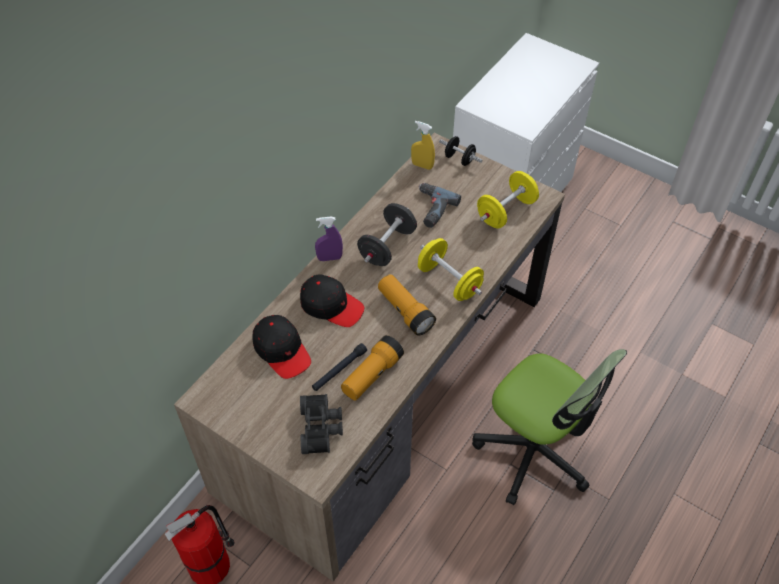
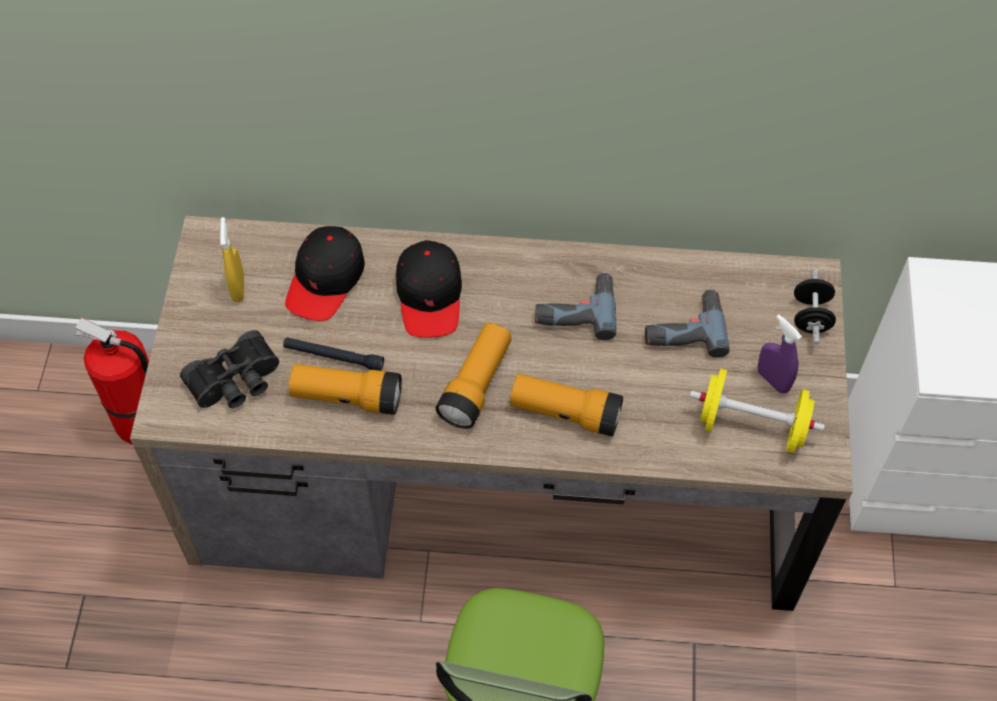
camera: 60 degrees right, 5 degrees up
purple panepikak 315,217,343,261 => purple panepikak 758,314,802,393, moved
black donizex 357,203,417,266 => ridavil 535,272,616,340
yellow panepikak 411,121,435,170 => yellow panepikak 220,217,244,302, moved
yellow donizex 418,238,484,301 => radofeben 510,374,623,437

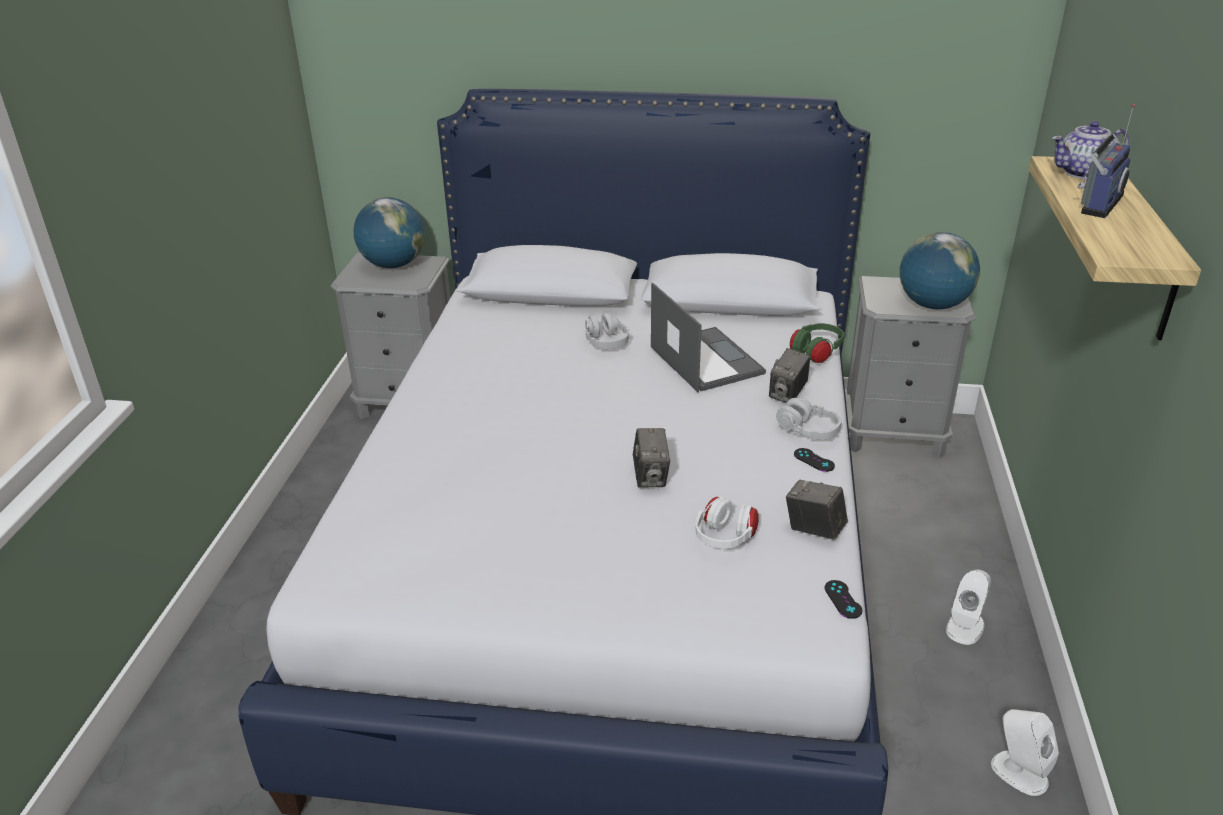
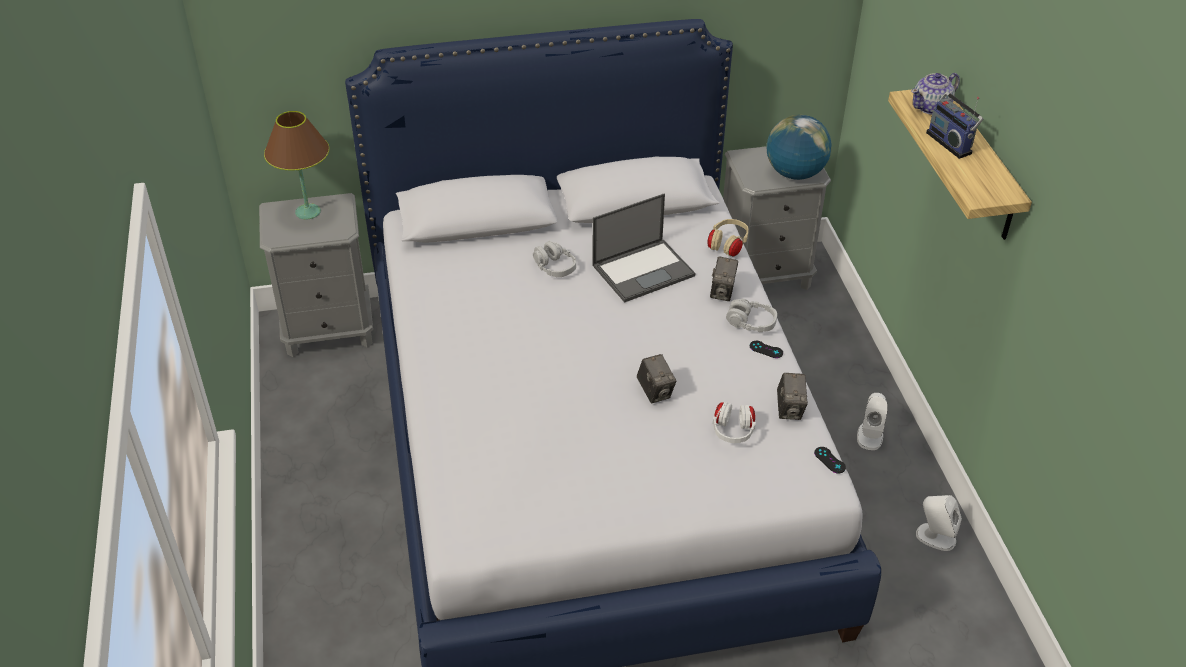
camera: 20 degrees left, 10 degrees up
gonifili 354,197,425,268 => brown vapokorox 264,111,329,220
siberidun 651,283,766,392 => siberidun 592,193,695,303, 105 degrees clockwise
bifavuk 786,480,848,540 => bifavuk 777,373,808,420, 105 degrees counterclockwise
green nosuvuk 790,323,844,363 => beige nosuvuk 707,219,749,257
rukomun 1077,104,1135,218 => rukomun 926,91,984,159, 135 degrees clockwise

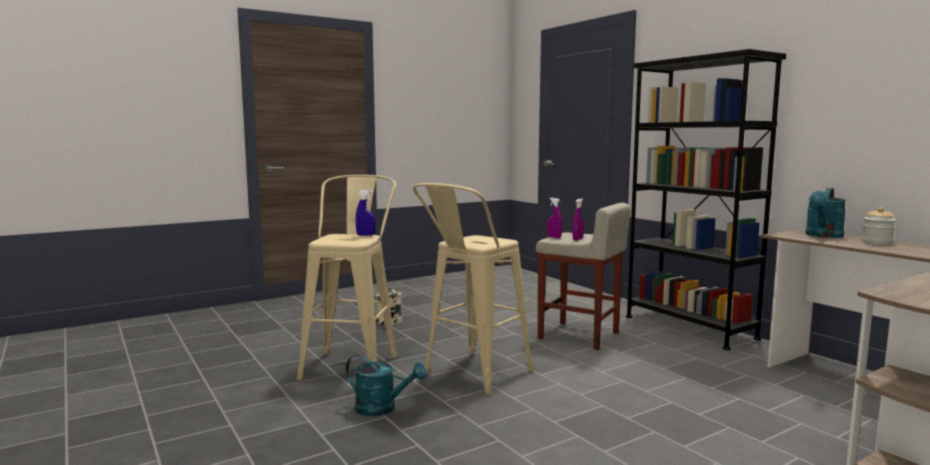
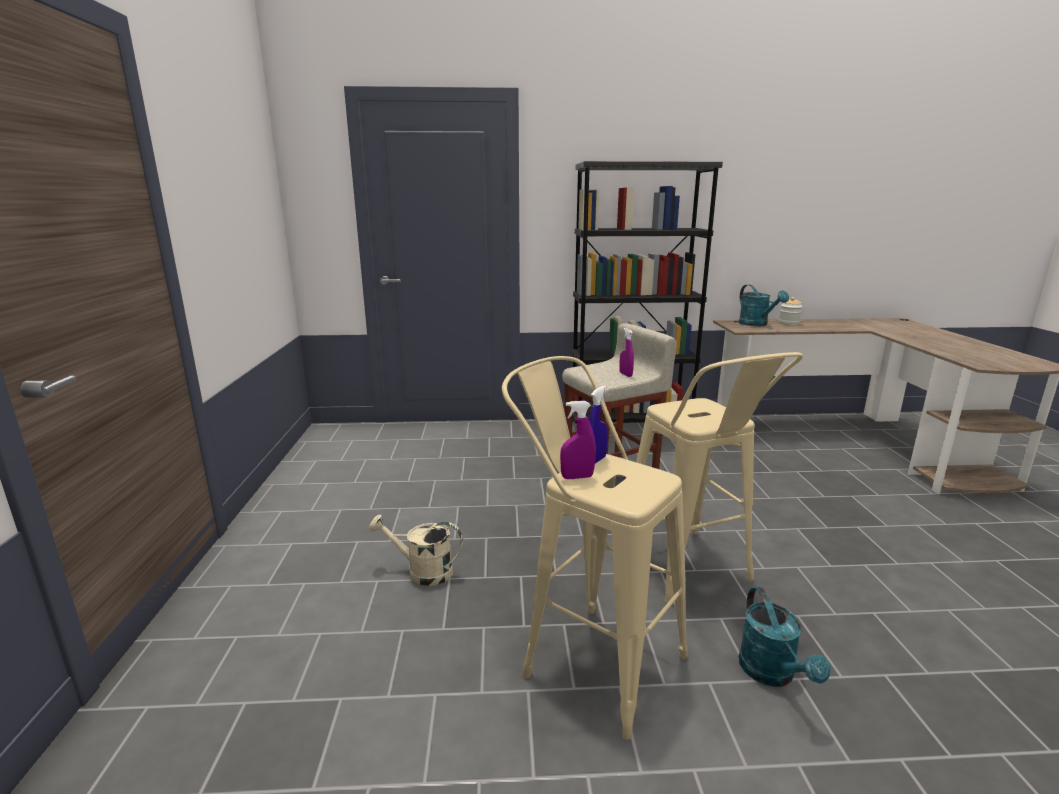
camera: 60 degrees left, 10 degrees up
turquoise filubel 346,354,427,416 => turquoise filubel 739,587,831,687, 120 degrees clockwise
purple panepikak 547,198,562,239 => purple panepikak 560,401,596,479, moved

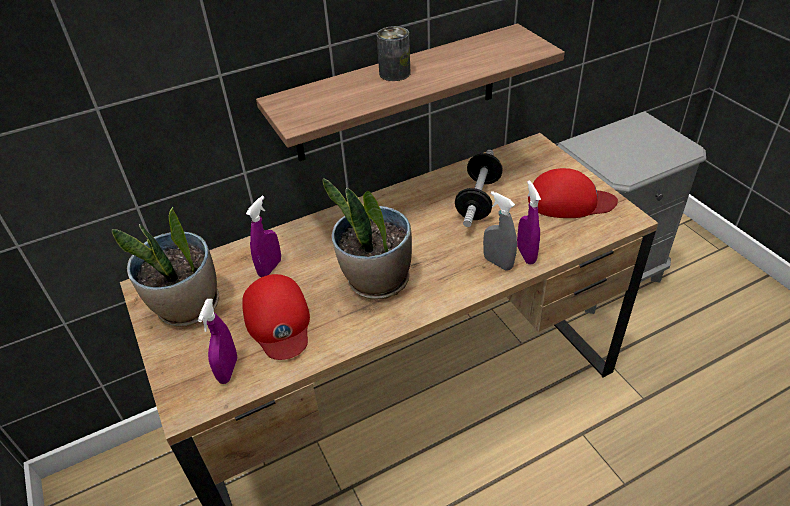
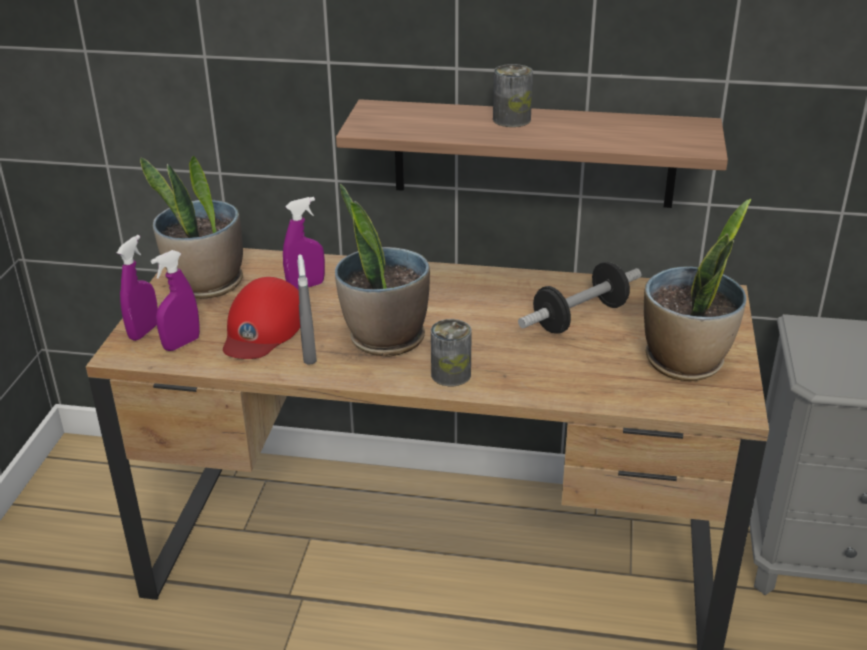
camera: 35 degrees right, 10 degrees down
grey panepikak 483,191,517,271 => grey panepikak 297,254,317,365, moved
purple panepikak 517,181,541,265 => purple panepikak 117,235,158,341, moved
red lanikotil 528,168,618,218 => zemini 644,199,751,381
nothing => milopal 431,319,472,386

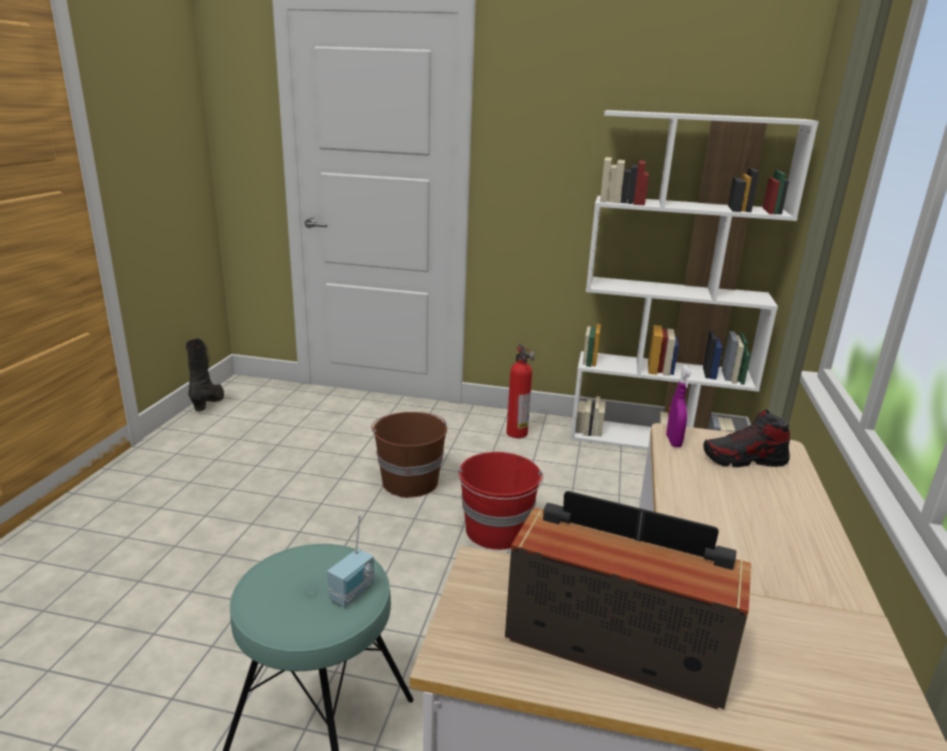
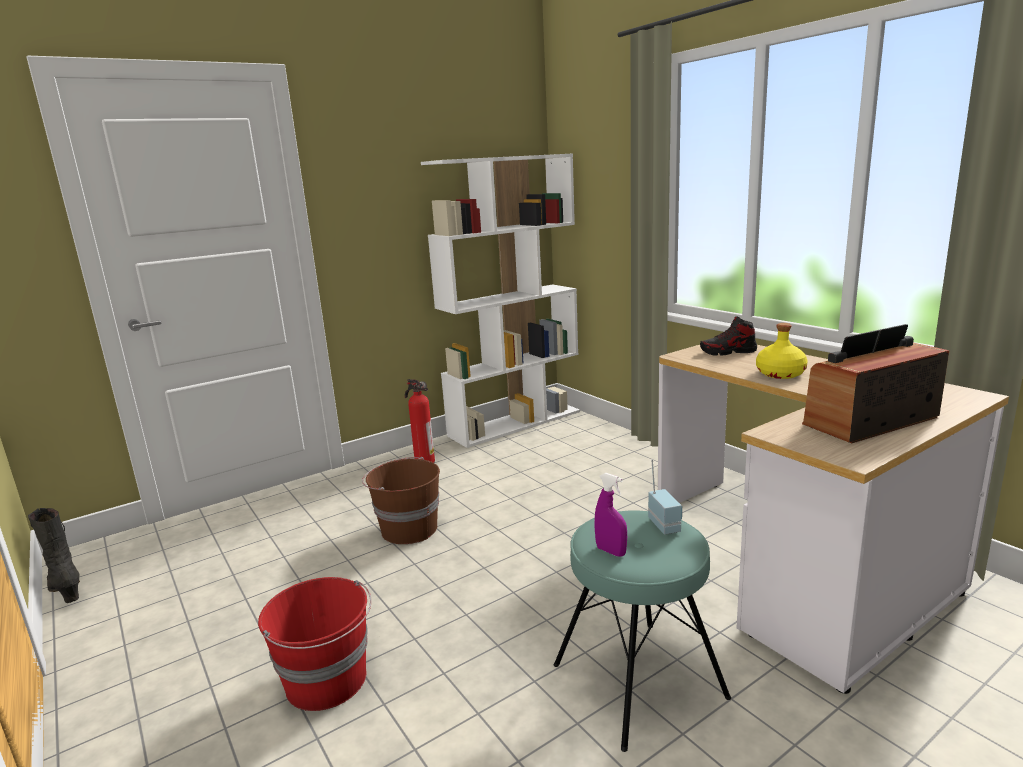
camera: 45 degrees left, 5 degrees down
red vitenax 458,452,543,550 => red vitenax 258,577,372,711, moved
purple panepikak 666,365,691,447 => purple panepikak 594,473,627,557, moved
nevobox 703,410,790,467 => nevobox 700,316,757,356, 45 degrees clockwise
nothing => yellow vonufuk 756,323,808,379

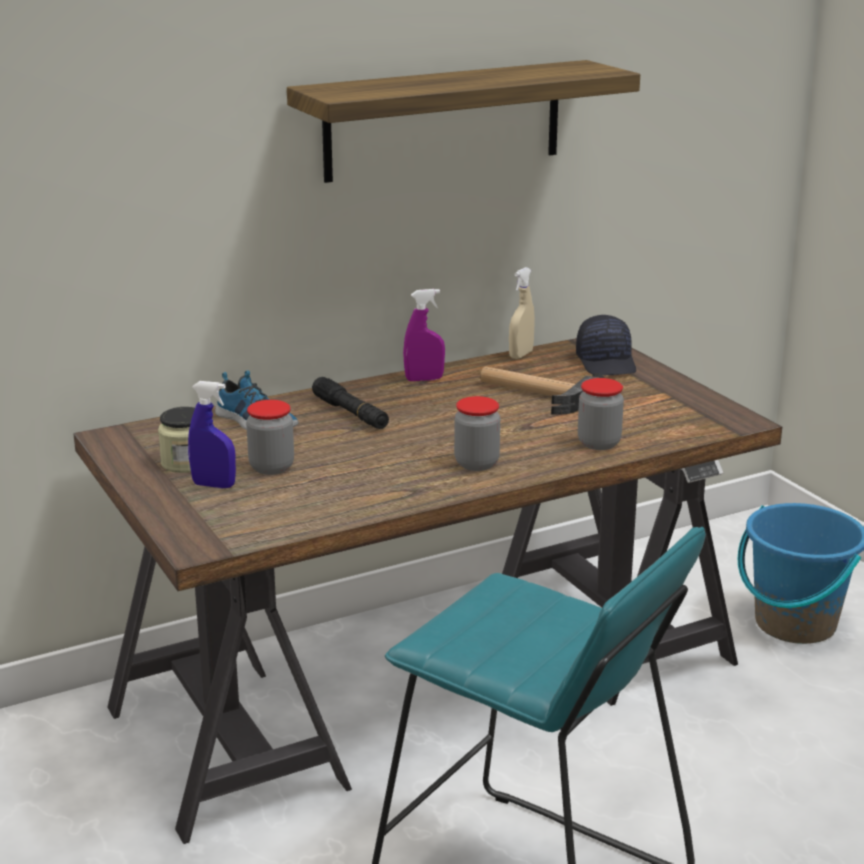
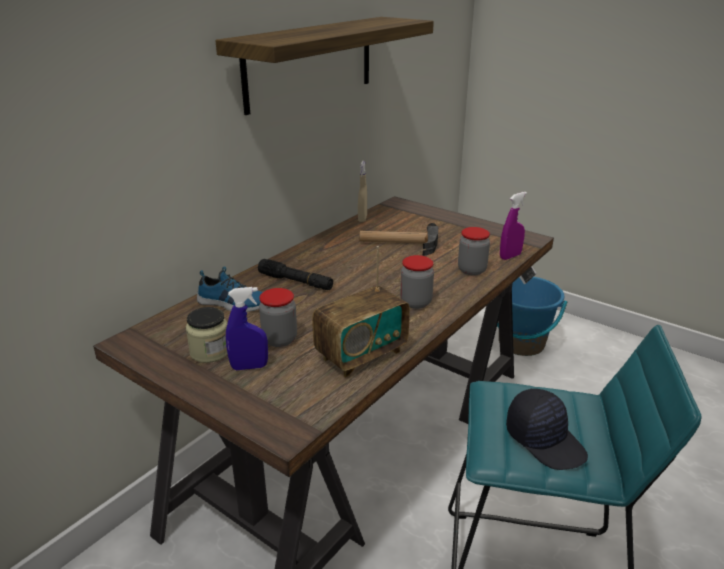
camera: 25 degrees left, 5 degrees up
purple panepikak 403,289,445,381 => purple panepikak 500,192,527,260, moved
black lanikotil 576,315,636,375 => black lanikotil 506,389,588,470, moved
nothing => rukomun 312,246,410,378

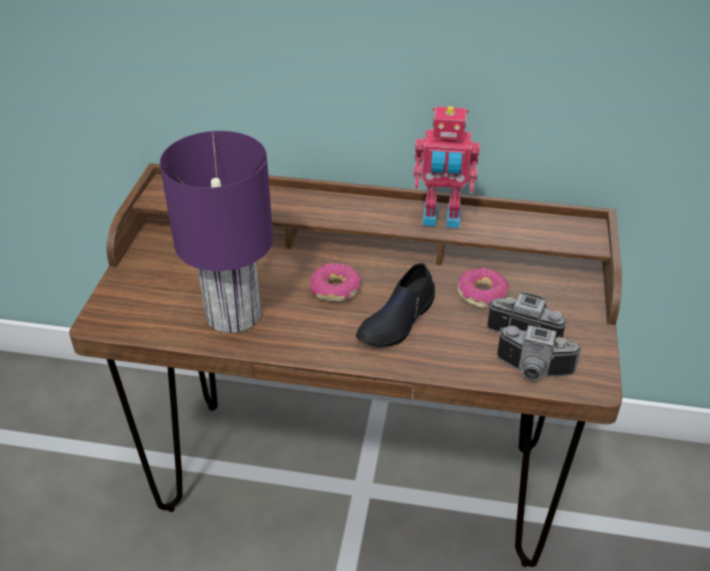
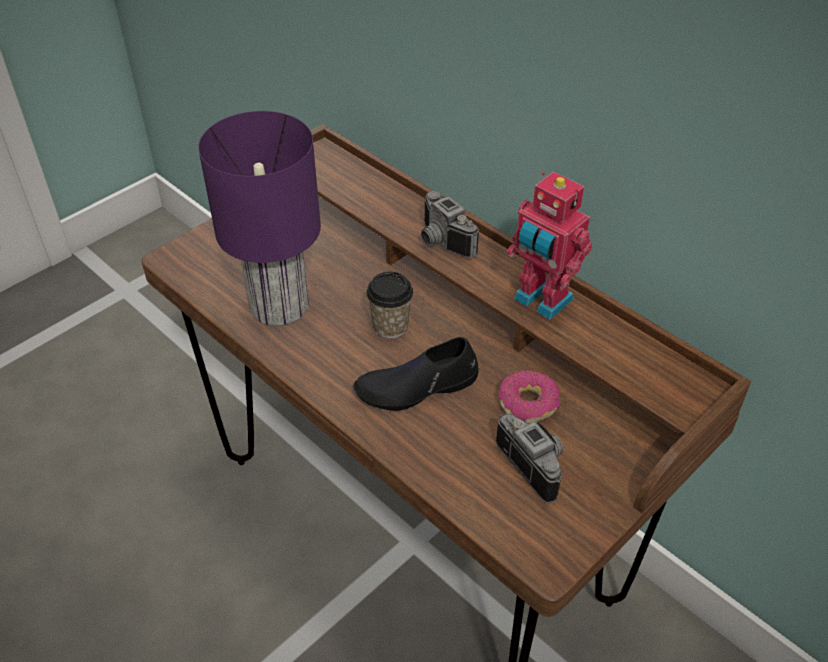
camera: 35 degrees right, 5 degrees up
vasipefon 310,263,361,302 => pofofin 366,272,413,338
bifavuk 497,325,582,380 => bifavuk 421,191,479,258, moved

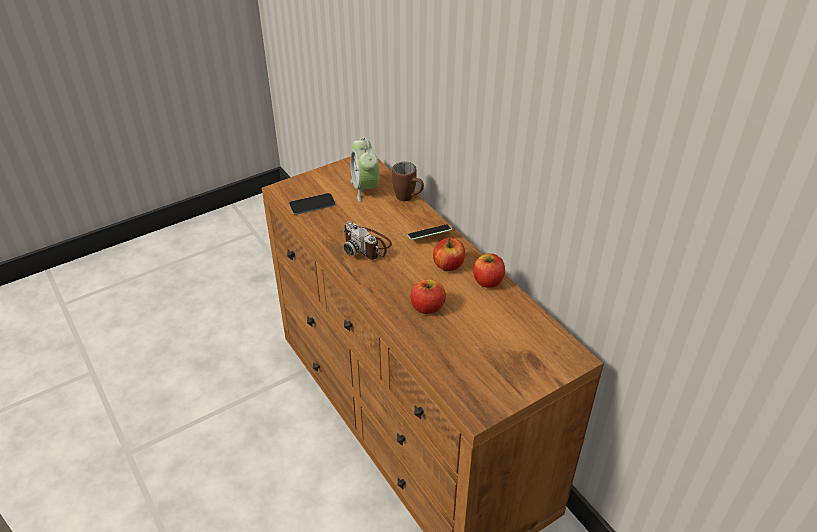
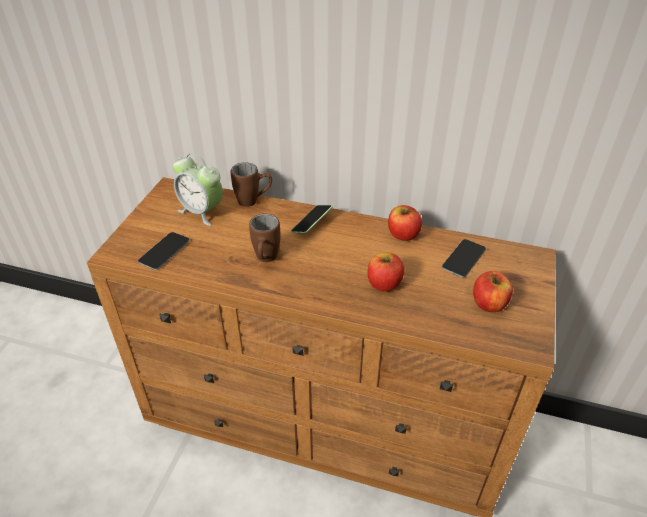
camera: 40 degrees left, 0 degrees up
bifavuk 344,222,392,260 => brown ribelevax 249,214,281,262
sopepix 433,238,465,271 => sopepix 473,271,513,312, moved
nothing => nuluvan 442,239,486,278

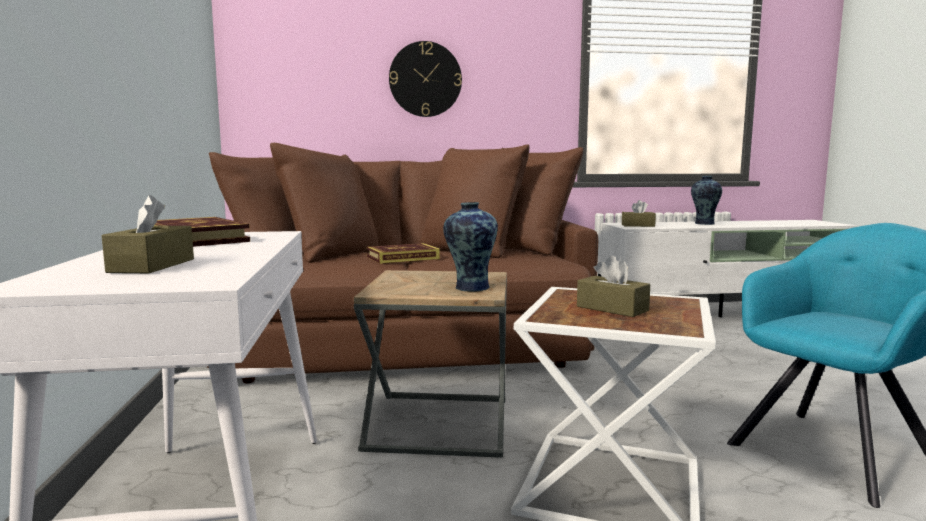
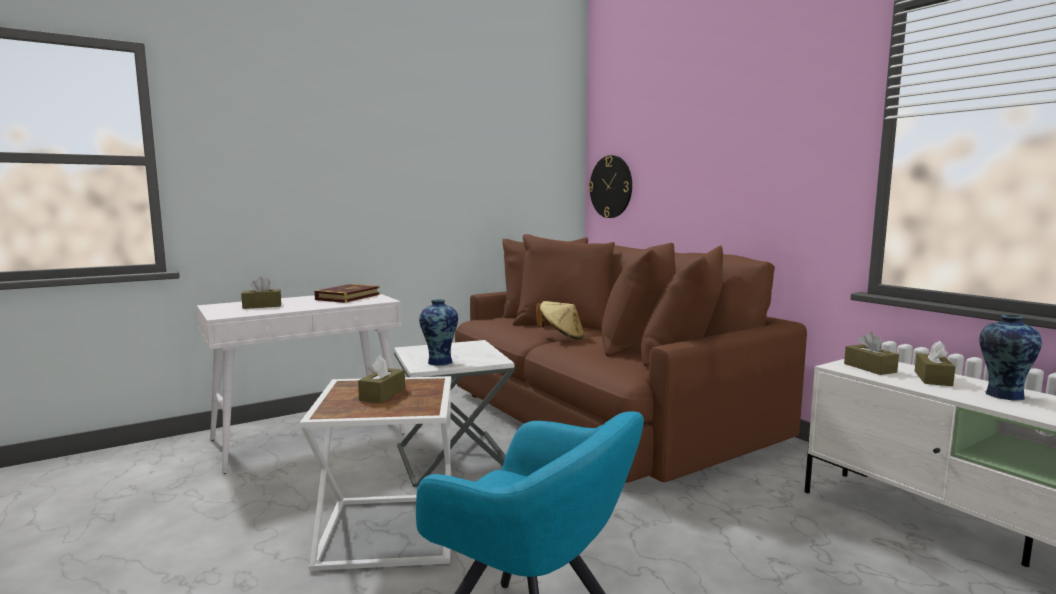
camera: 65 degrees right, 0 degrees up
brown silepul 354,270,507,458 => white silepul 394,340,515,487
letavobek 367,243,440,264 => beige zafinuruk 536,301,584,339
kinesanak 389,41,462,117 => kinesanak 588,155,632,218, moved
nothing => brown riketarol 915,341,955,386

